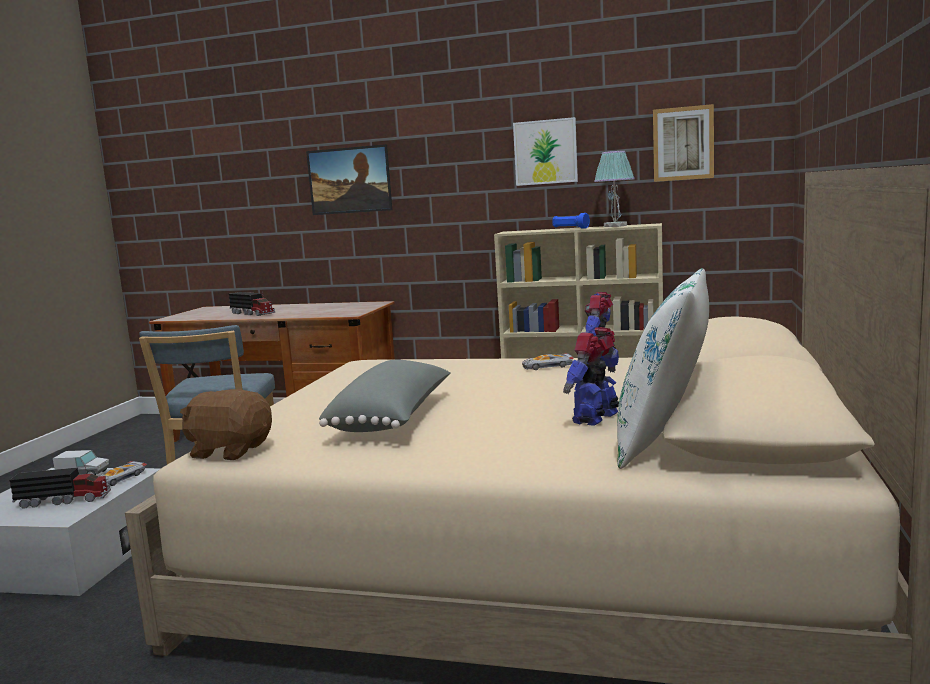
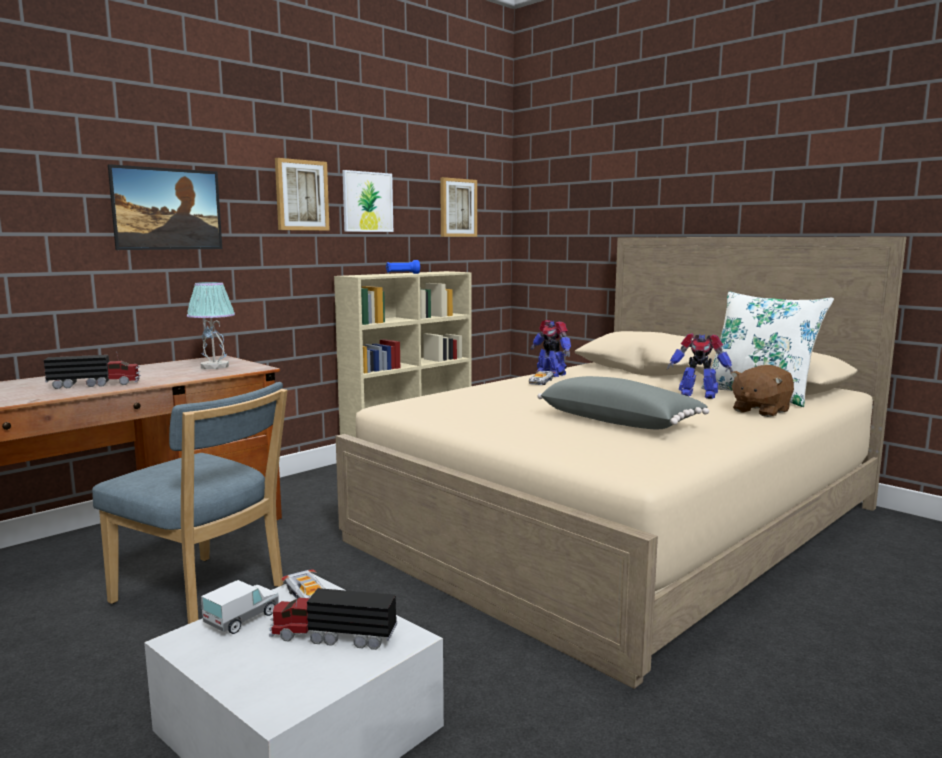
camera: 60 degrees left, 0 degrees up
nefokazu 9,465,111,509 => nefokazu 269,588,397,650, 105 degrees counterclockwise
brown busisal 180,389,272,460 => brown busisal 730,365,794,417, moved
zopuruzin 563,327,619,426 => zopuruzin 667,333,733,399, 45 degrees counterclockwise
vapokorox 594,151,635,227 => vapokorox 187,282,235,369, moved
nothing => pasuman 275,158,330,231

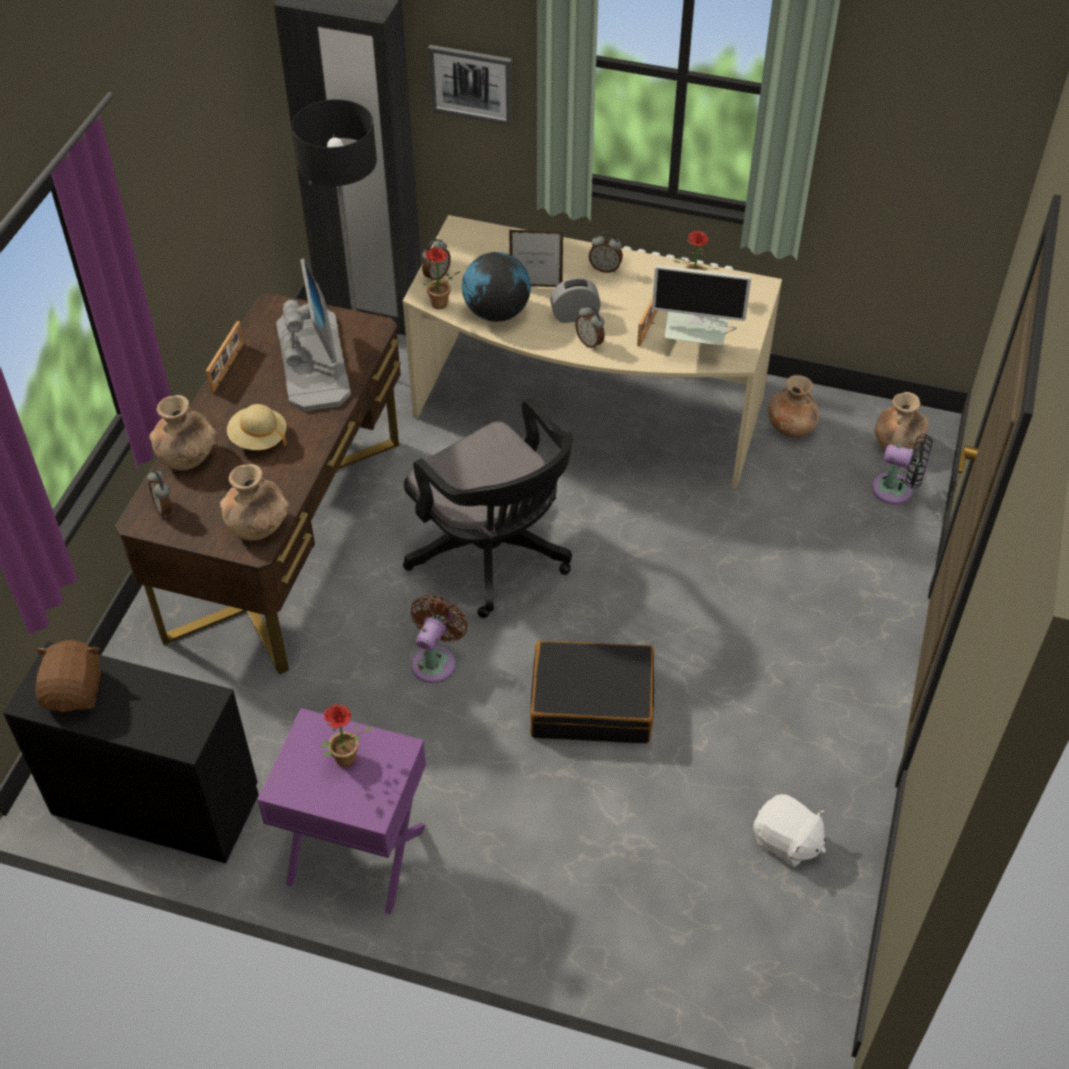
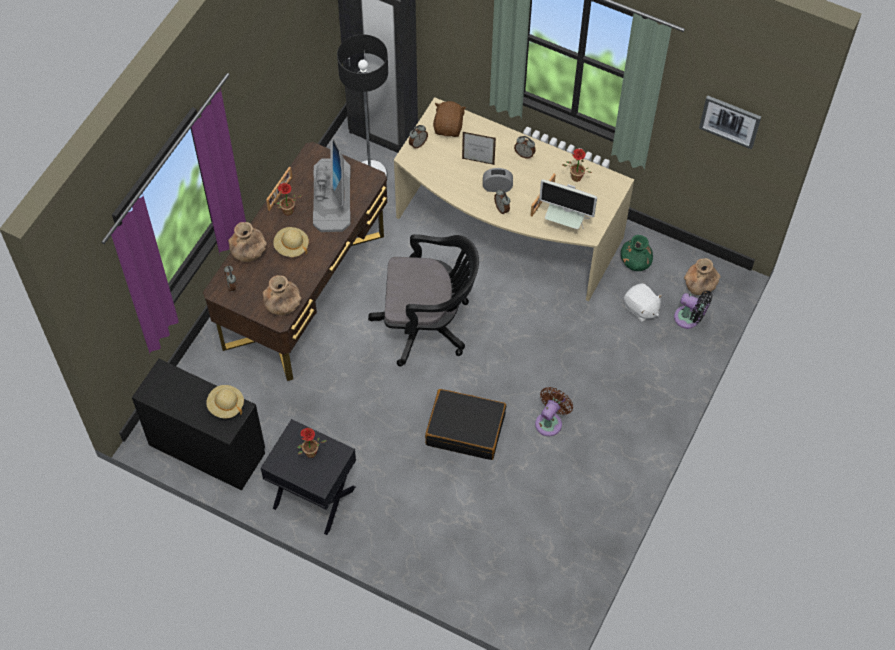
camera: 10 degrees right, 10 degrees up
brown busisal 36,640,101,712 => brown busisal 433,101,466,137, moved
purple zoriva 257,708,426,915 => black zoriva 261,419,356,535
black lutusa 403,398,573,618 => black lutusa 368,234,479,366, 60 degrees counterclockwise
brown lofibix 410,595,468,683 => brown lofibix 535,387,573,436, moved
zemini 424,247,461,309 => zemini 276,183,302,215, moved
pasuman 428,45,513,126 => pasuman 699,95,761,149, moved
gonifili 462,252,531,322 => nothing
white busisal 753,794,826,867 => white busisal 624,283,662,322, moved
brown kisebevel 768,375,820,437 => green kisebevel 621,235,653,271
nothing => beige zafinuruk 206,385,244,418

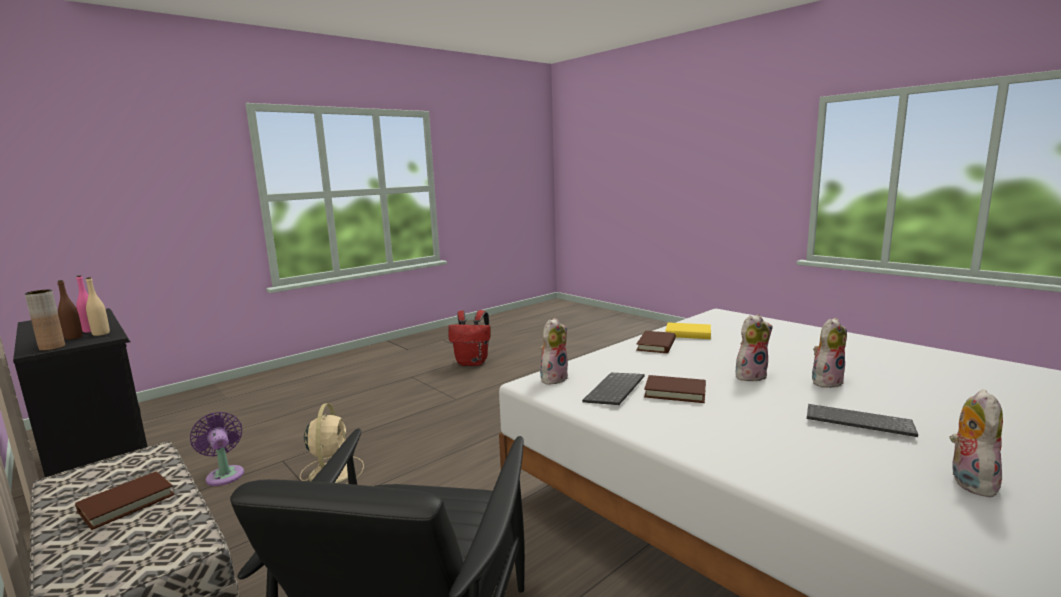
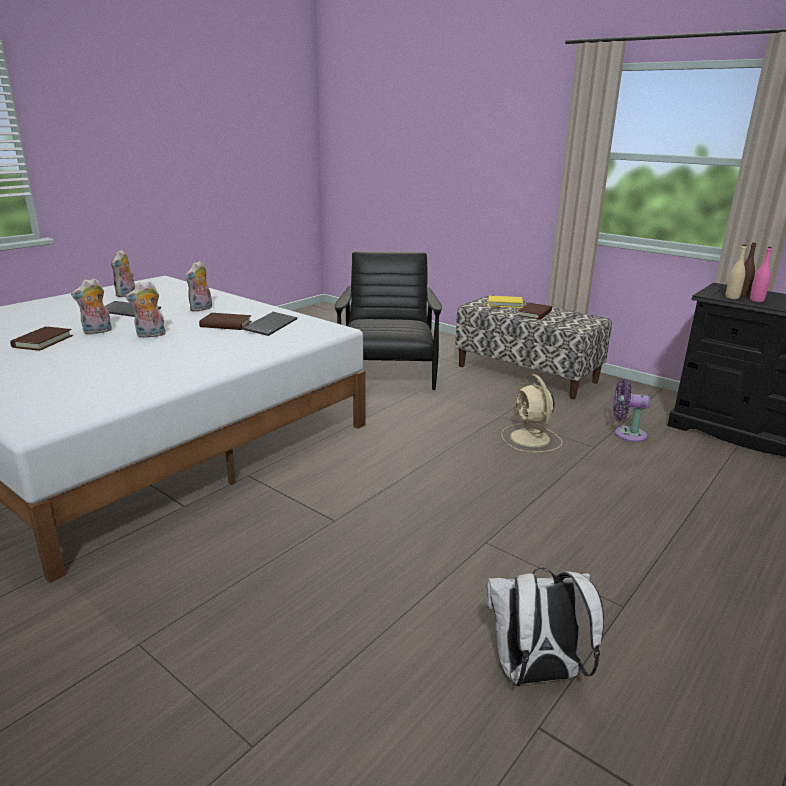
camera: 170 degrees right, 10 degrees up
brown kisebevel 25,290,65,351 => nothing
purple lofibix 190,412,244,486 => purple lofibix 613,379,650,442, 150 degrees clockwise
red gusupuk 448,310,491,366 => white gusupuk 486,568,604,686
busisal 540,318,569,385 => busisal 185,261,212,312, moved
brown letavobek 636,331,676,353 => brown letavobek 10,327,73,351, moved
yellow letavobek 666,323,711,339 => yellow letavobek 488,295,523,308, moved

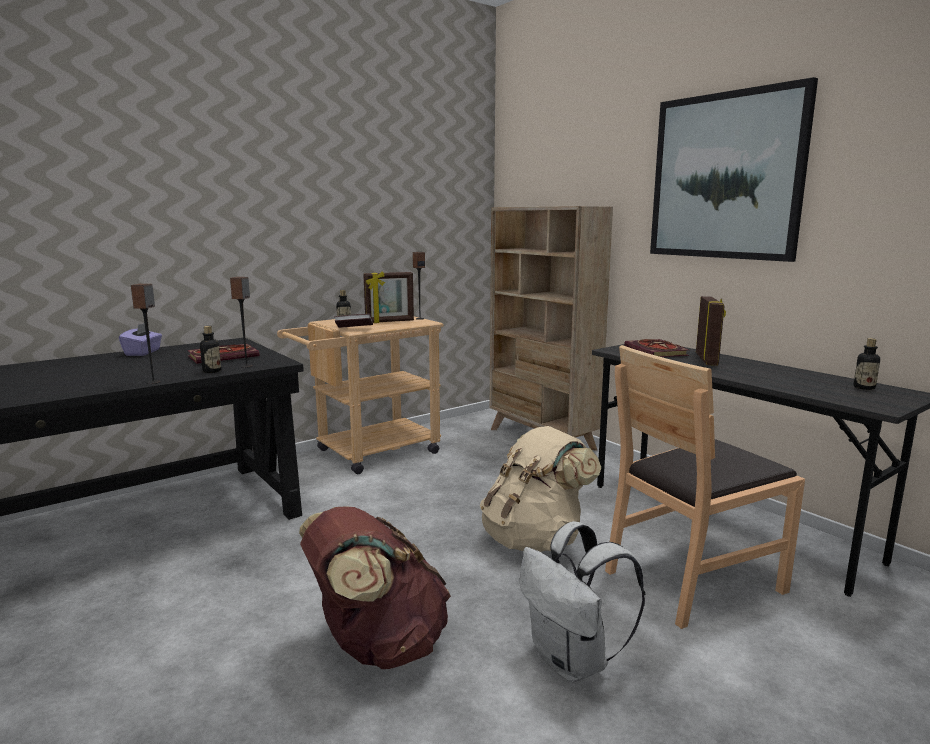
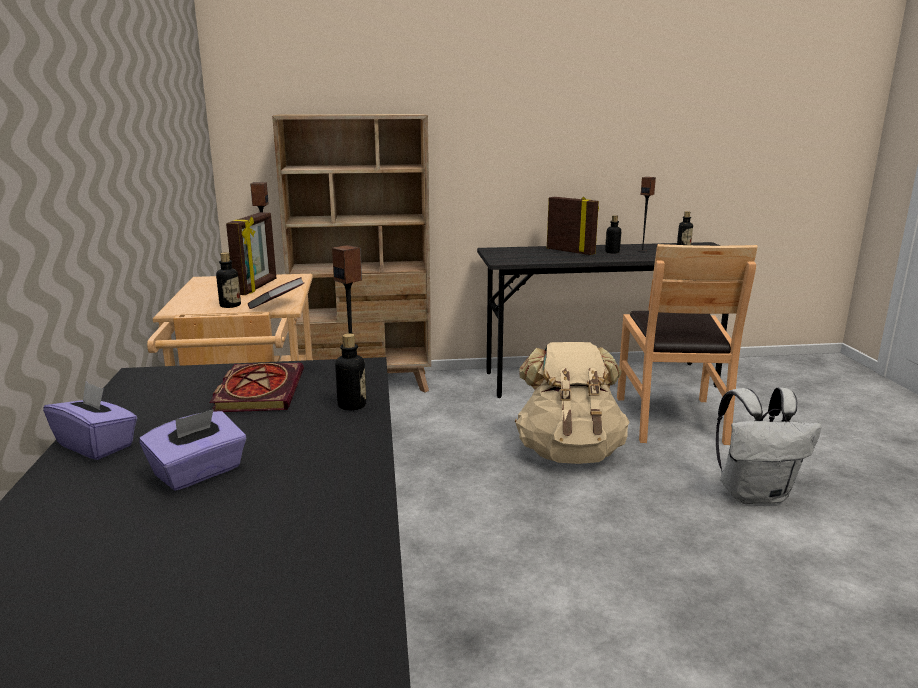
camera: 60 degrees left, 5 degrees up
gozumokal 131,284,161,384 => gozumokal 638,177,656,252, moved
brown gusupuk 299,506,451,669 => nothing
letavobek 624,339,689,357 => nothing
pasuman 650,77,818,262 => nothing
nothing => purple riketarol 139,409,246,491
nothing => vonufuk 605,215,621,254

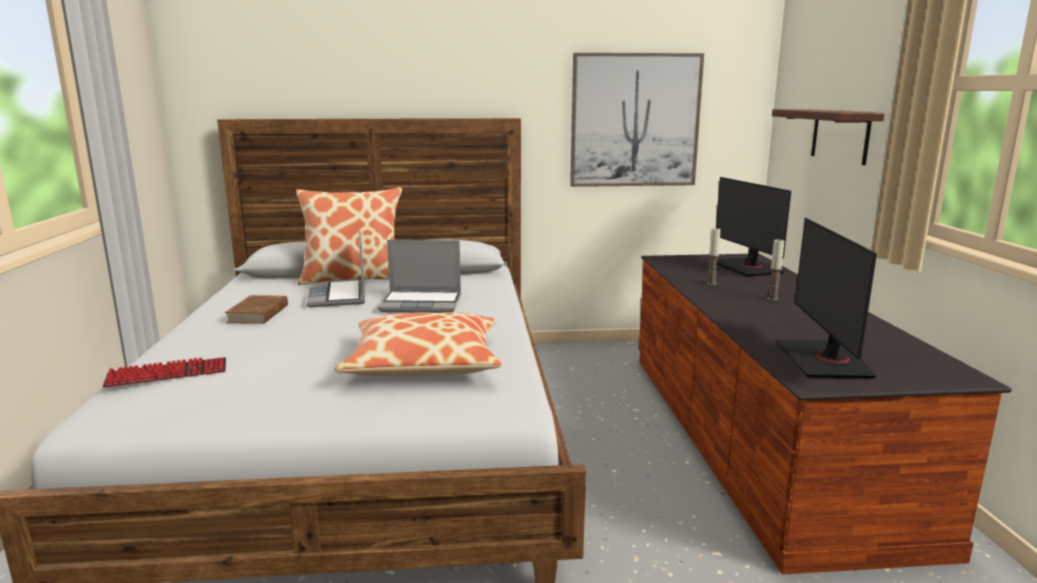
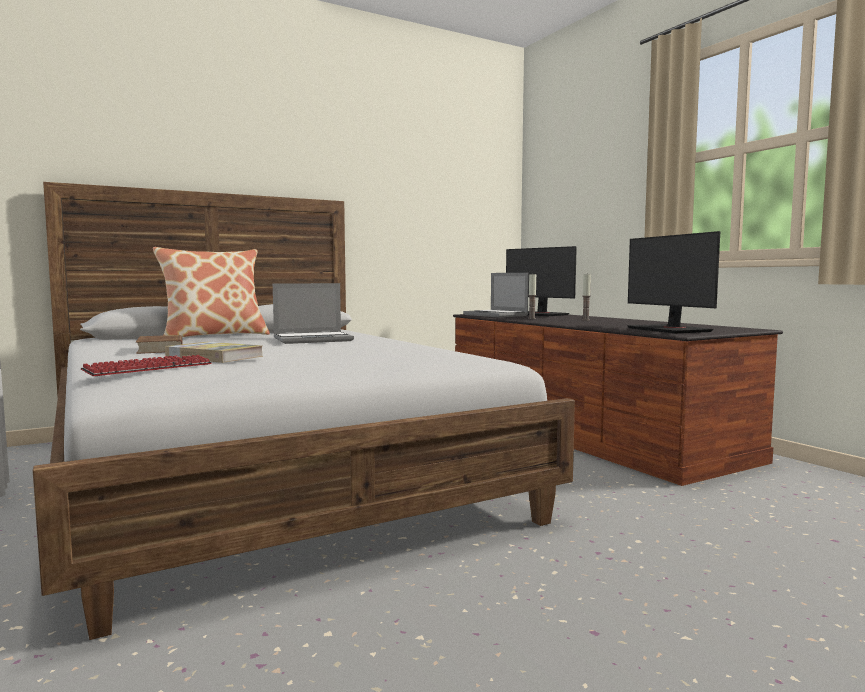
camera: 25 degrees left, 10 degrees down
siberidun 307,231,365,307 => siberidun 463,273,529,317, moved
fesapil 334,313,502,376 => nothing
pasuman 570,53,704,187 => nothing
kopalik 772,109,885,165 => nothing
nothing => letavobek 165,342,263,363

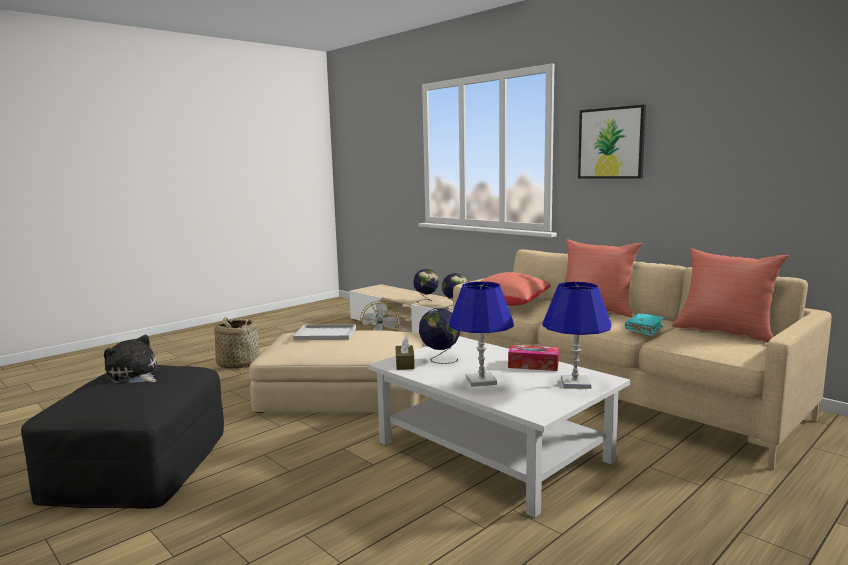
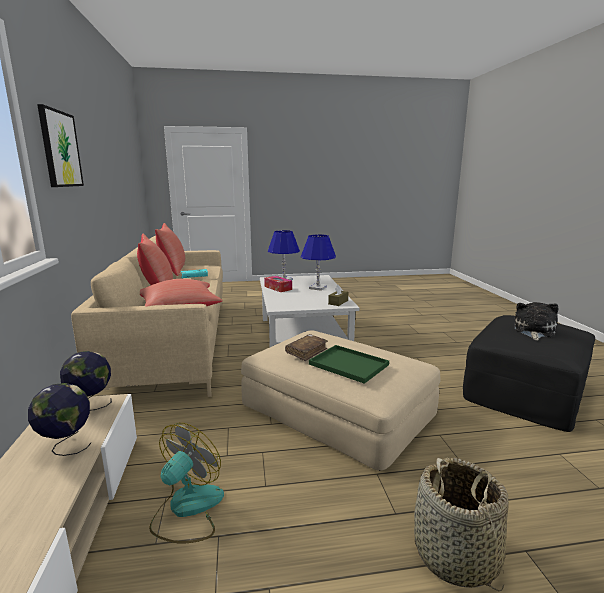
camera: 145 degrees left, 5 degrees up
busisal 104,335,162,384 => busisal 514,302,558,341, 135 degrees counterclockwise
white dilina 293,324,356,340 => green dilina 309,345,389,384
gonifili 419,308,460,364 => nothing
nothing => brown letavobek 285,334,328,361

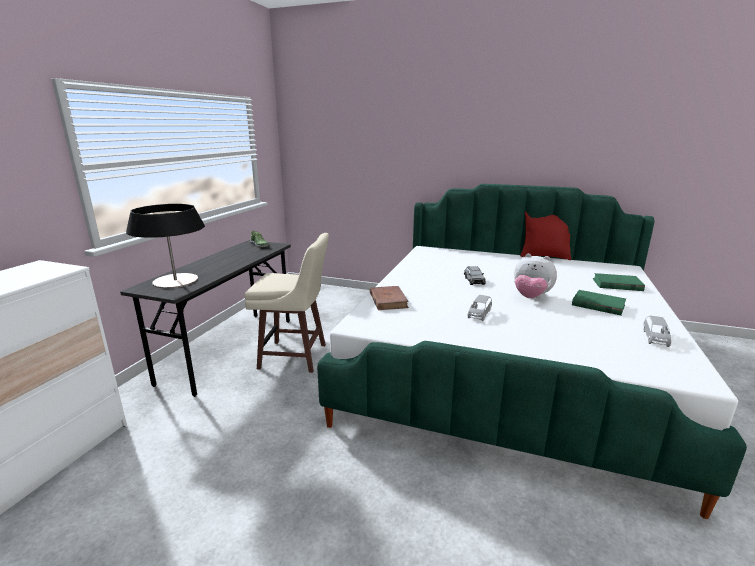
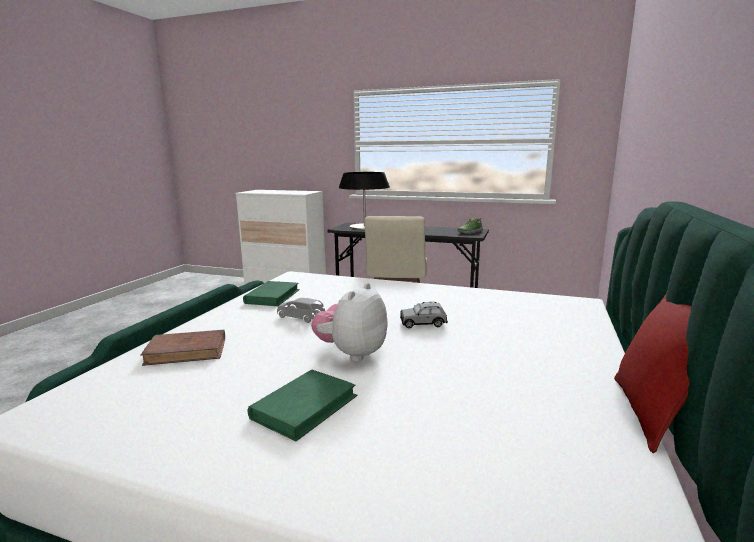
camera: 90 degrees right, 5 degrees down
brown letavobek 370,286,409,310 => brown letavobek 140,330,225,366, moved
green letavobek 592,273,645,291 => green letavobek 243,281,300,306, moved
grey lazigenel 643,316,671,347 => nothing

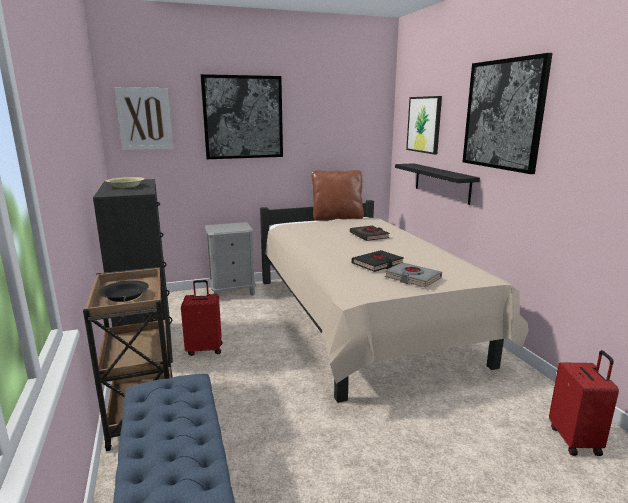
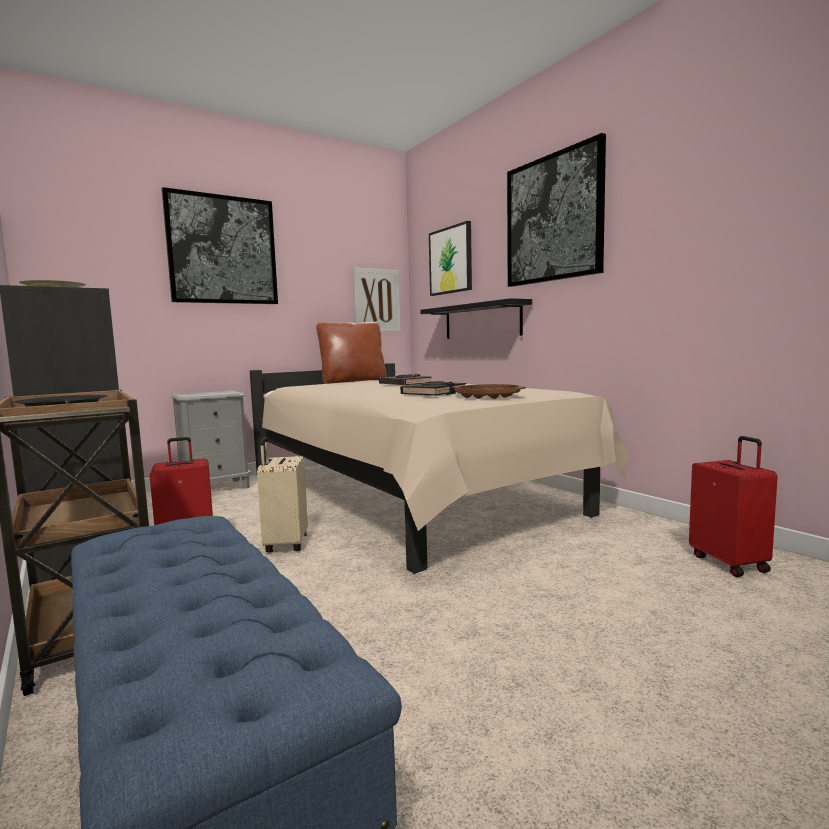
camera: 15 degrees left, 10 degrees down
pasuman 115,87,174,150 => pasuman 353,268,400,332, moved
grey letavobek 385,262,442,287 => brown dilina 452,384,526,399
nothing => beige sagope 257,437,308,552

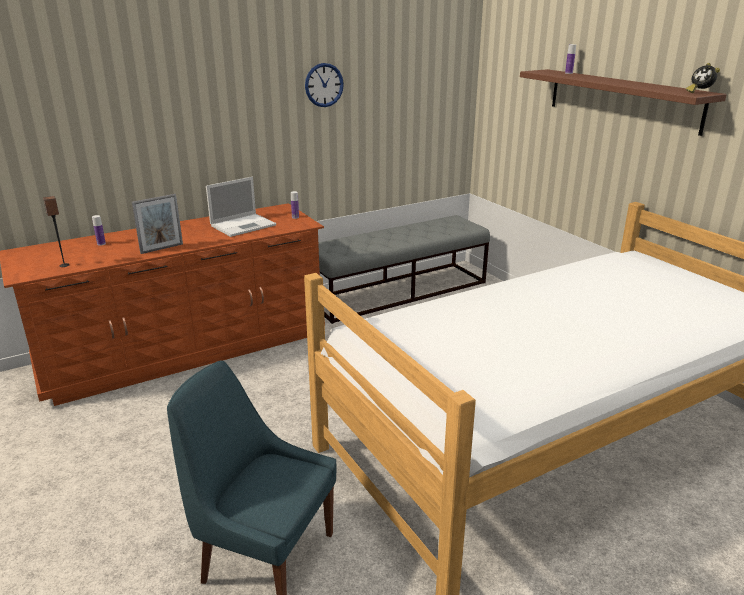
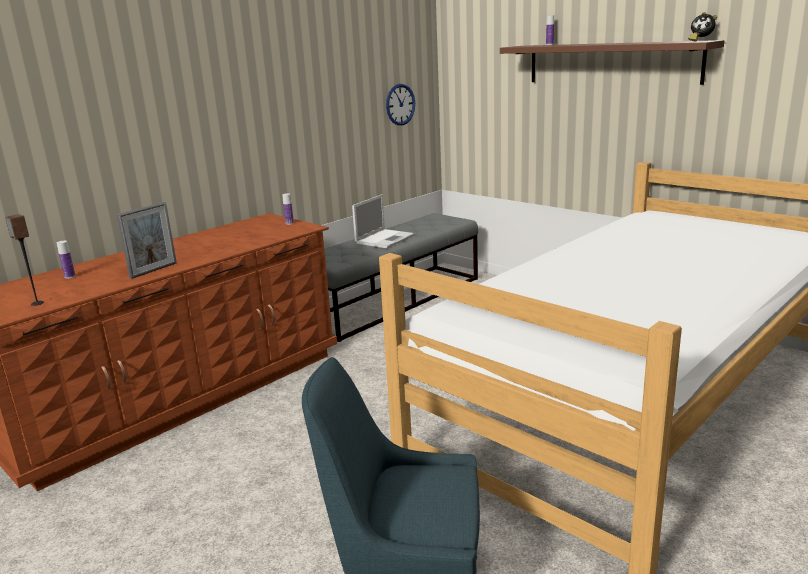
camera: 15 degrees left, 5 degrees down
siberidun 206,177,276,237 => siberidun 352,194,414,248, moved
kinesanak 305,63,344,107 => kinesanak 386,84,415,125, moved

